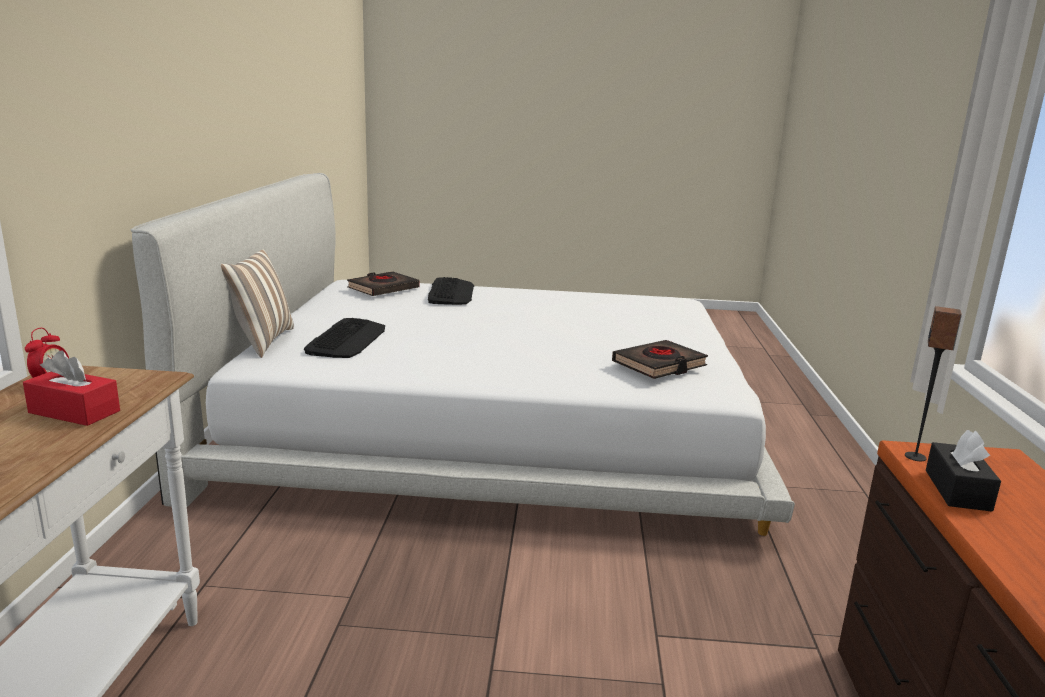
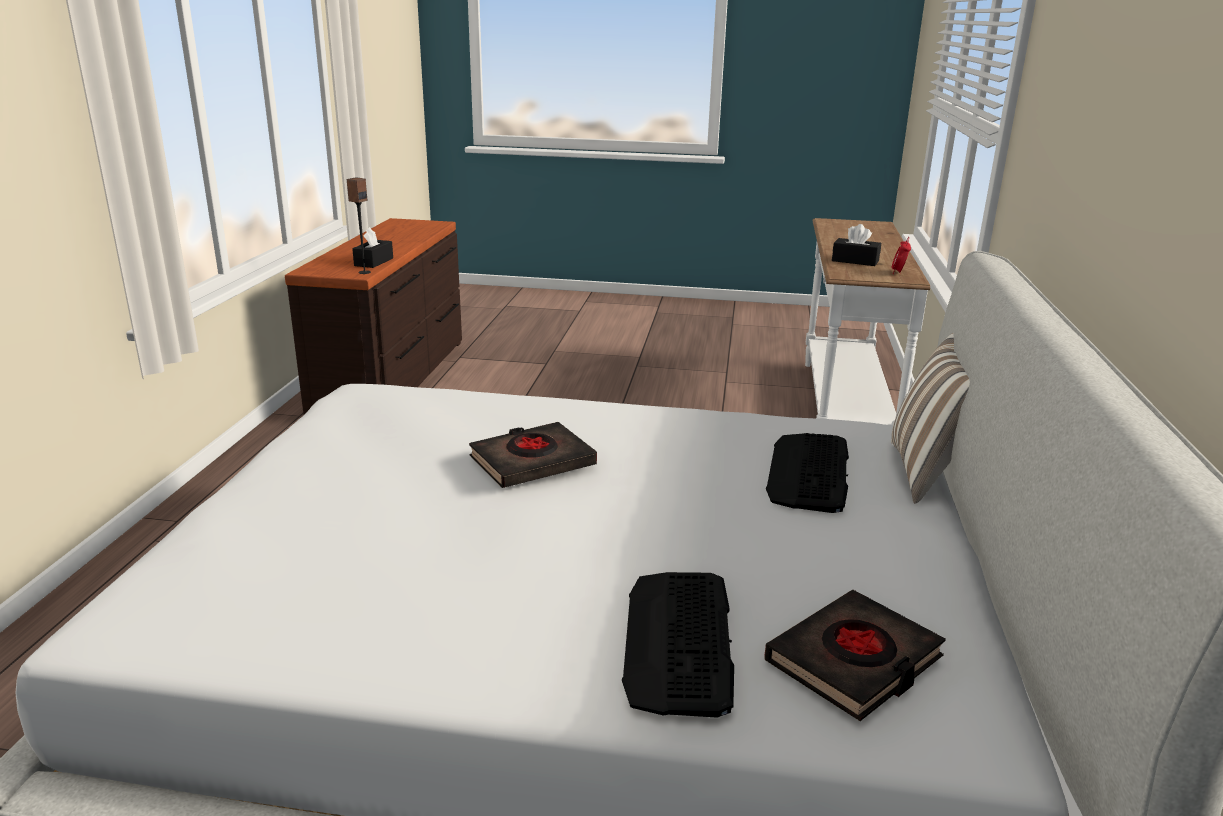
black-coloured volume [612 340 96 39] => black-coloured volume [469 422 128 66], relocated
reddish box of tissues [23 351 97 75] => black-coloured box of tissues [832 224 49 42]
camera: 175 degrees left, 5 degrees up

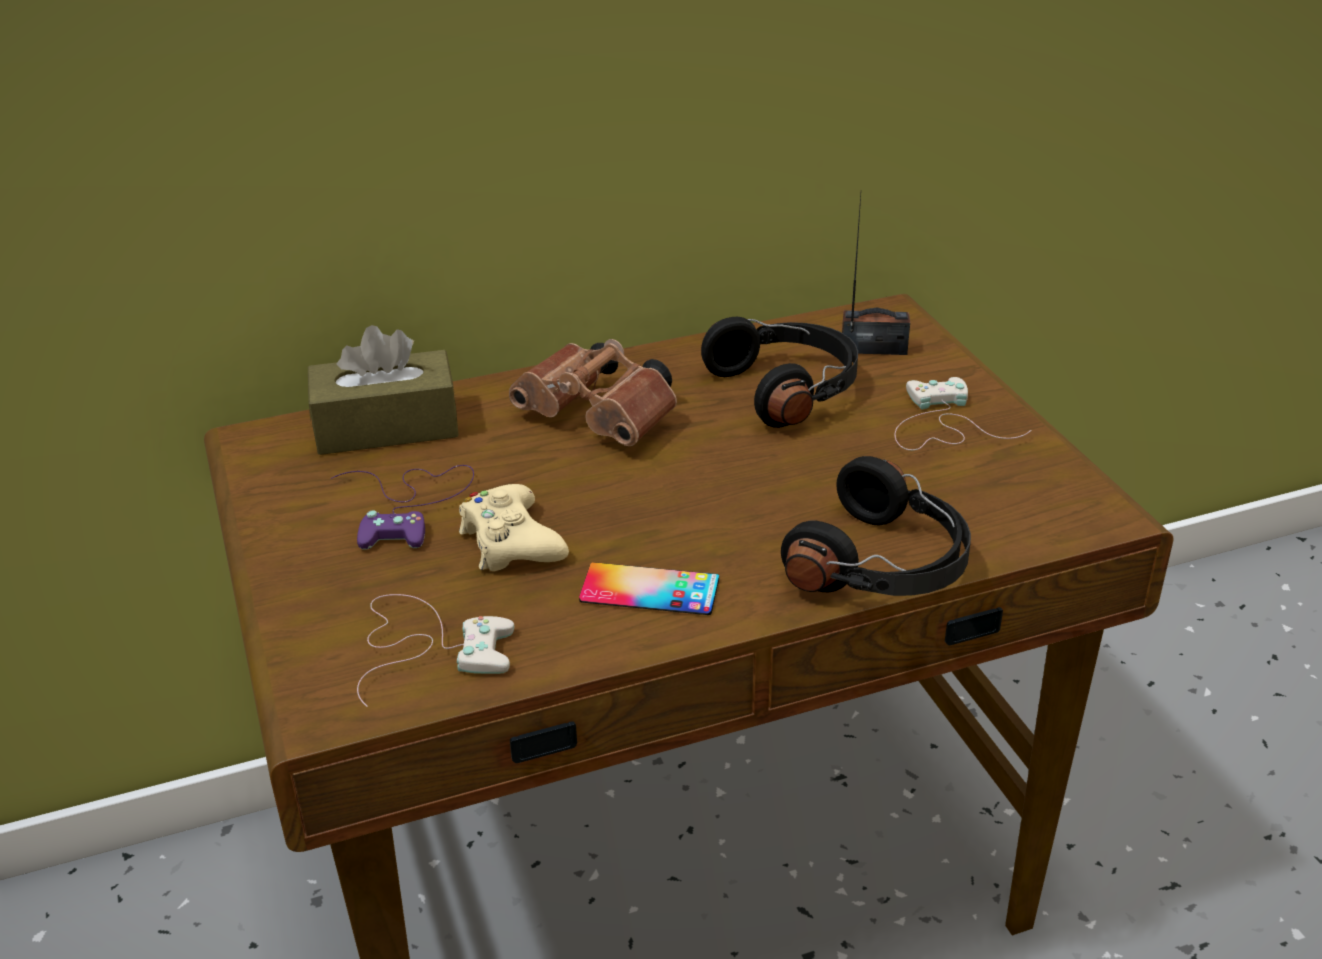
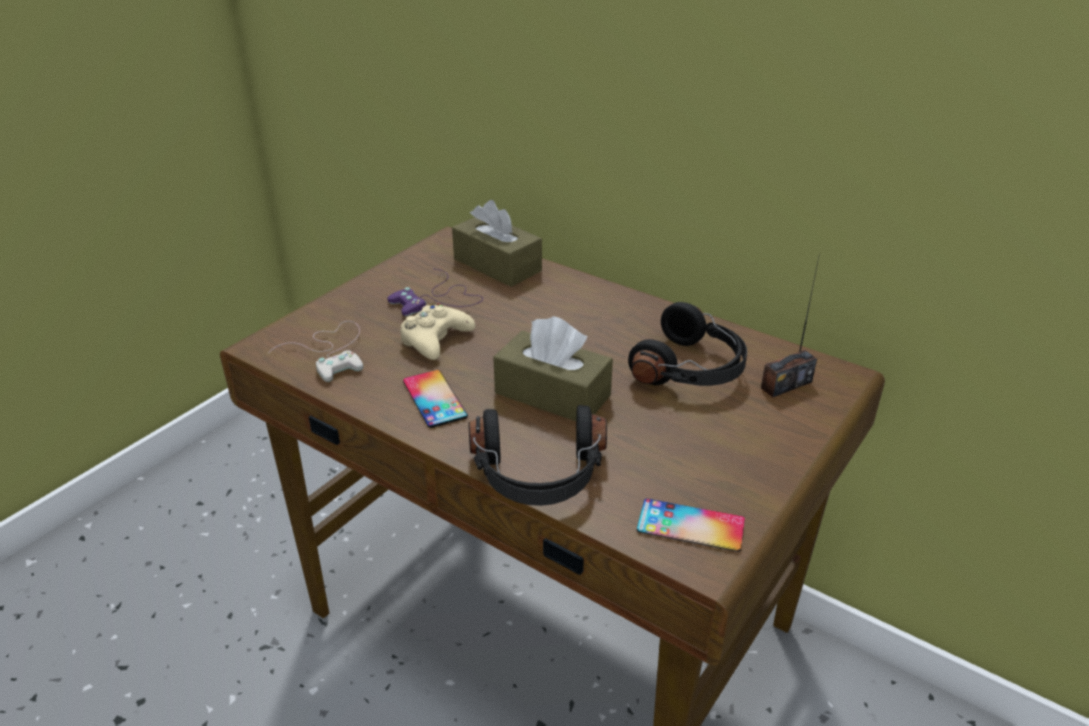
radio [842 194 68 161] => radio [761 253 59 144], 90 degrees clockwise
brown field glasses [509 339 168 107] => nothing
whitish game controller [894 377 138 73] => nothing
nothing => brown box of tissues [493 316 120 105]
nothing => handset [637 498 108 54]
camera: 55 degrees right, 0 degrees up

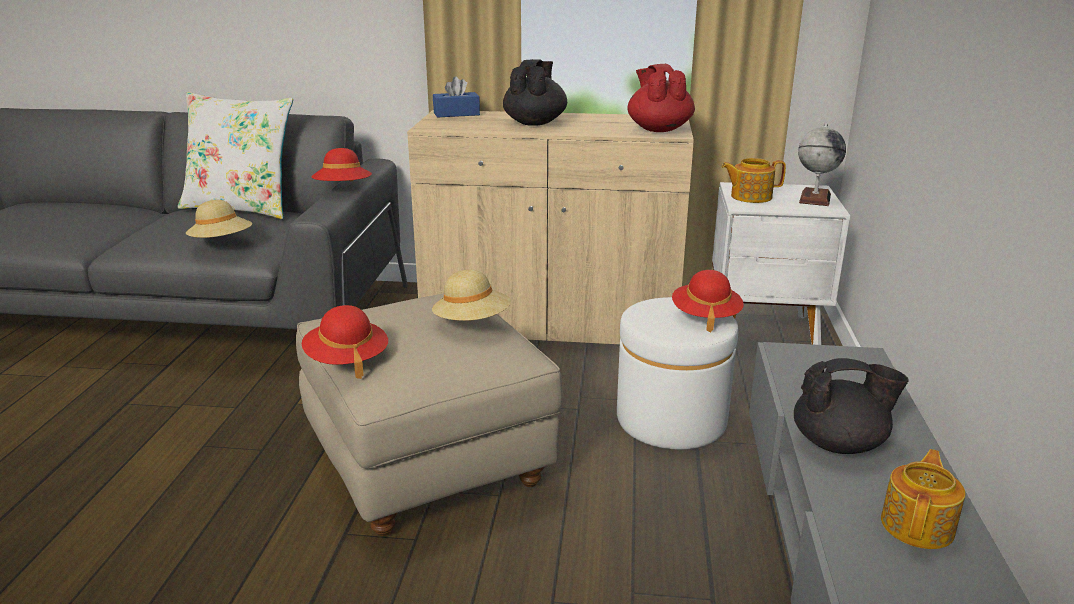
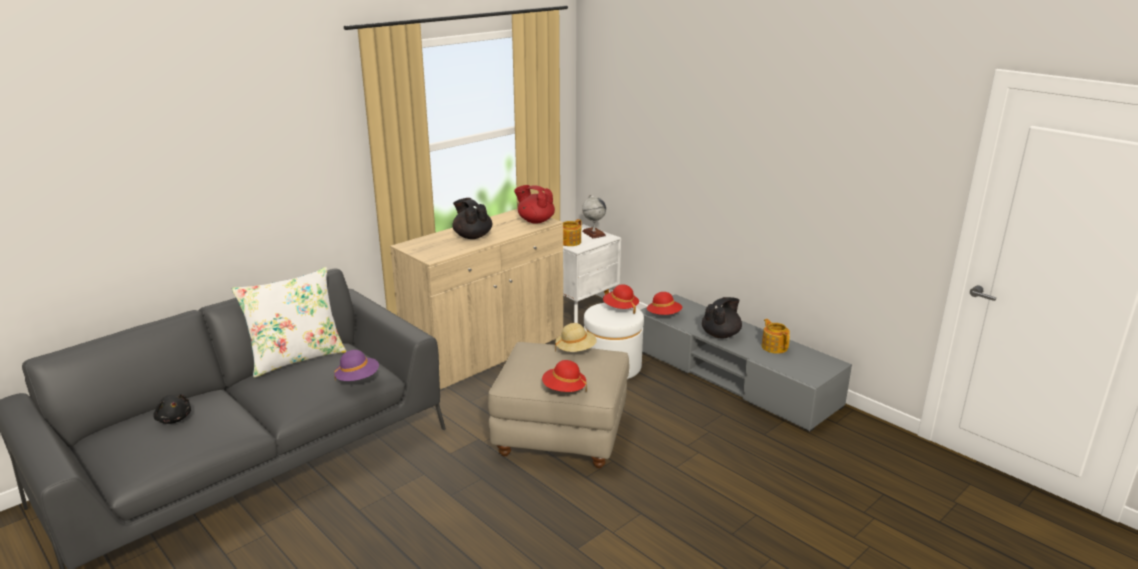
blue-coloured box of tissues [433 76 47 42] => nothing
reddish wearable hat [312 148 60 34] => reddish wearable hat [647 292 35 23], relocated
beige-coloured wearable hat [186 200 66 38] => purple-coloured wearable hat [334 350 45 31]
nothing => black-coloured soft toy [153 394 38 30]
camera: 50 degrees left, 0 degrees up

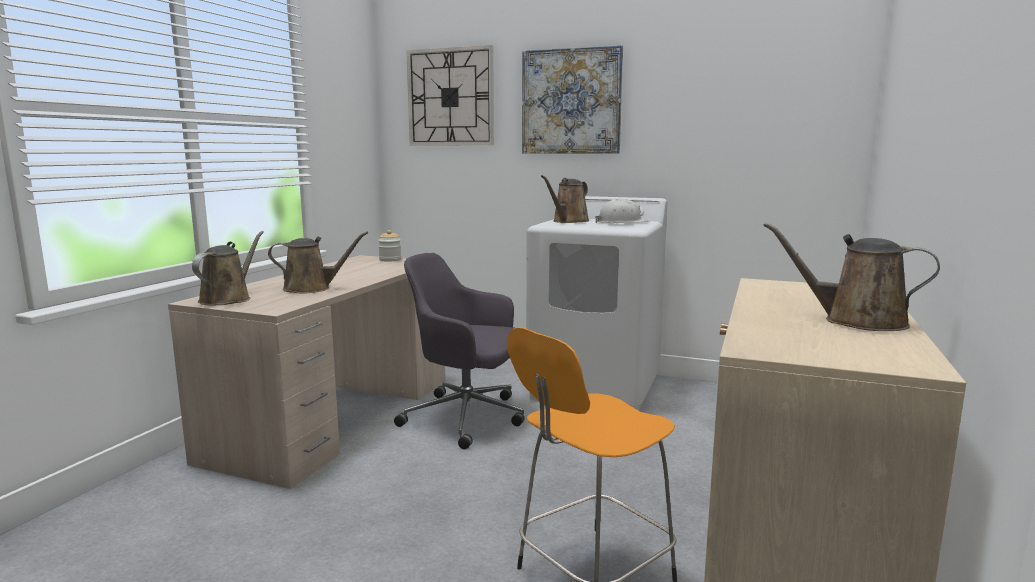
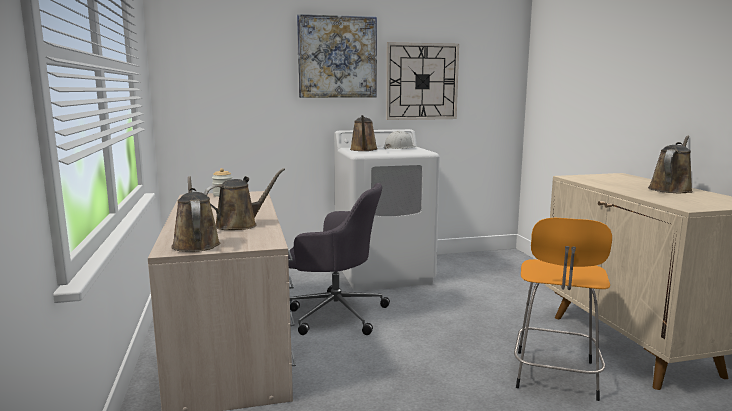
wall clock [406 45 88 101] => wall clock [386 42 73 78], relocated
brown sprinkling can [763 222 177 109] => brown sprinkling can [648 136 45 57], 135 degrees clockwise
gray computer chair [394 253 131 196] => gray computer chair [288 183 102 152], 150 degrees counterclockwise
camera: 35 degrees left, 0 degrees up

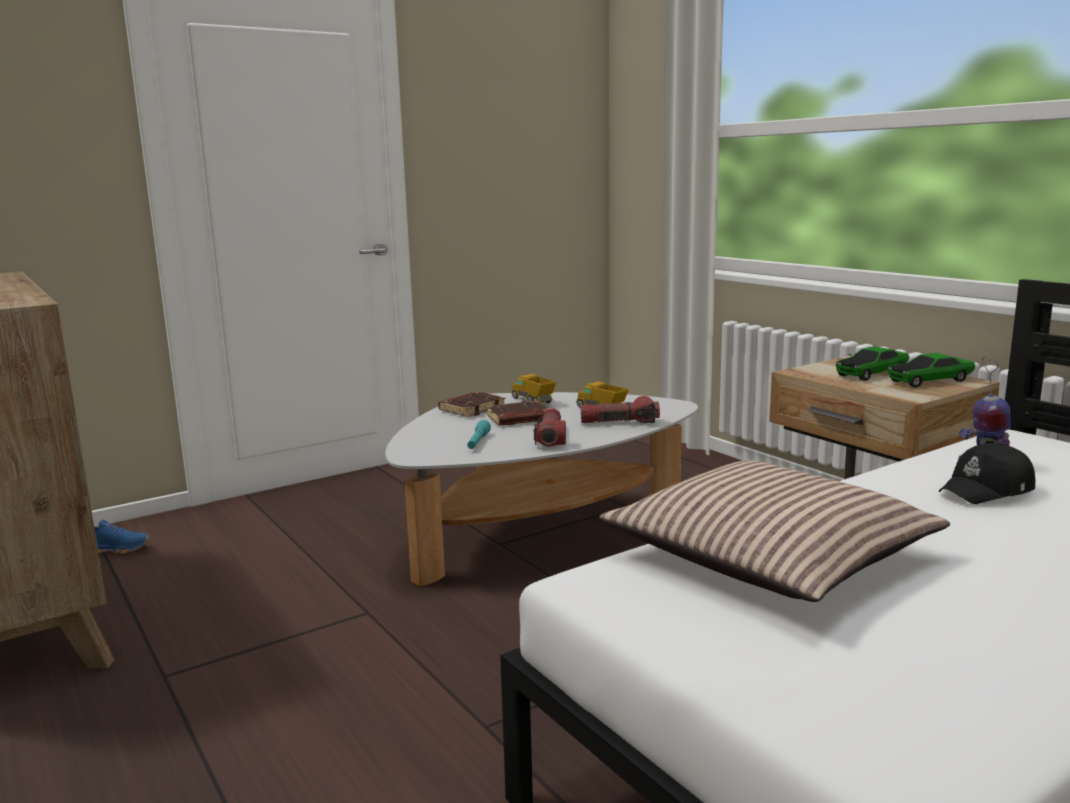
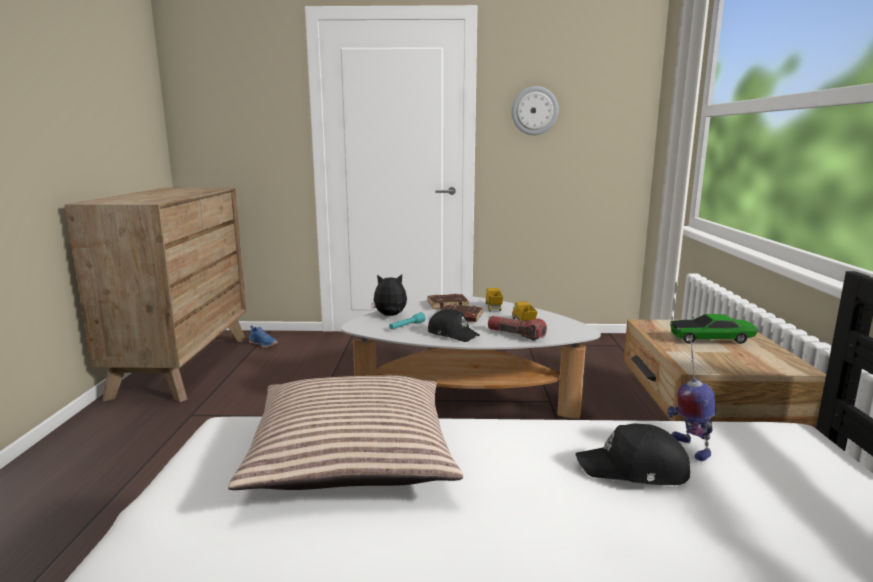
model car [887 353 88 35] => nothing
flashlight [534 408 32 39] => black-coloured baseball cap [428 309 52 33]
nothing => wall clock [512 86 47 49]
nothing => soft toy [371 274 36 42]
camera: 35 degrees right, 0 degrees up

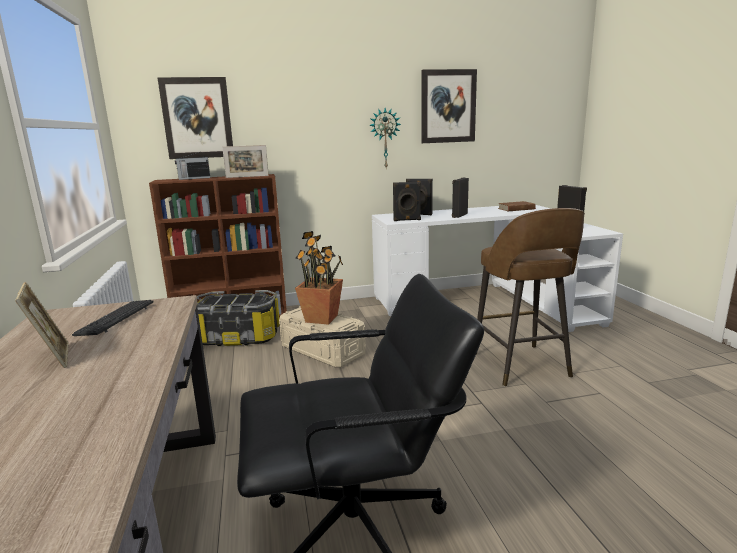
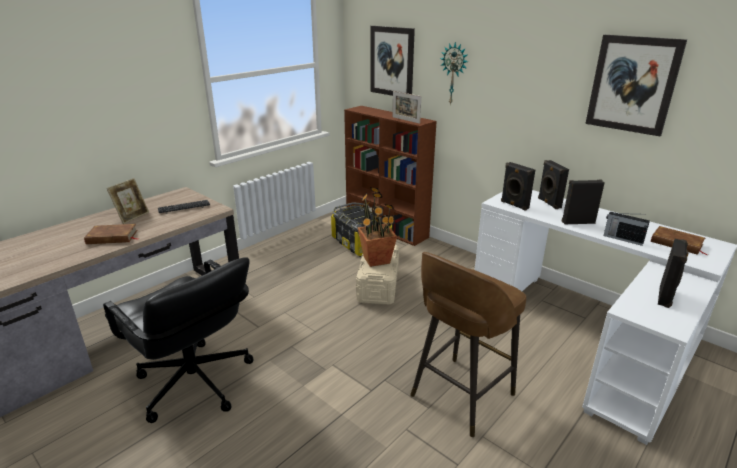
wall clock [369 108 32 60] => wall clock [440 42 28 63], relocated
radio [175 152 35 28] => radio [603 212 47 34], relocated
nothing => brown volume [84 224 55 20]
camera: 55 degrees right, 10 degrees up

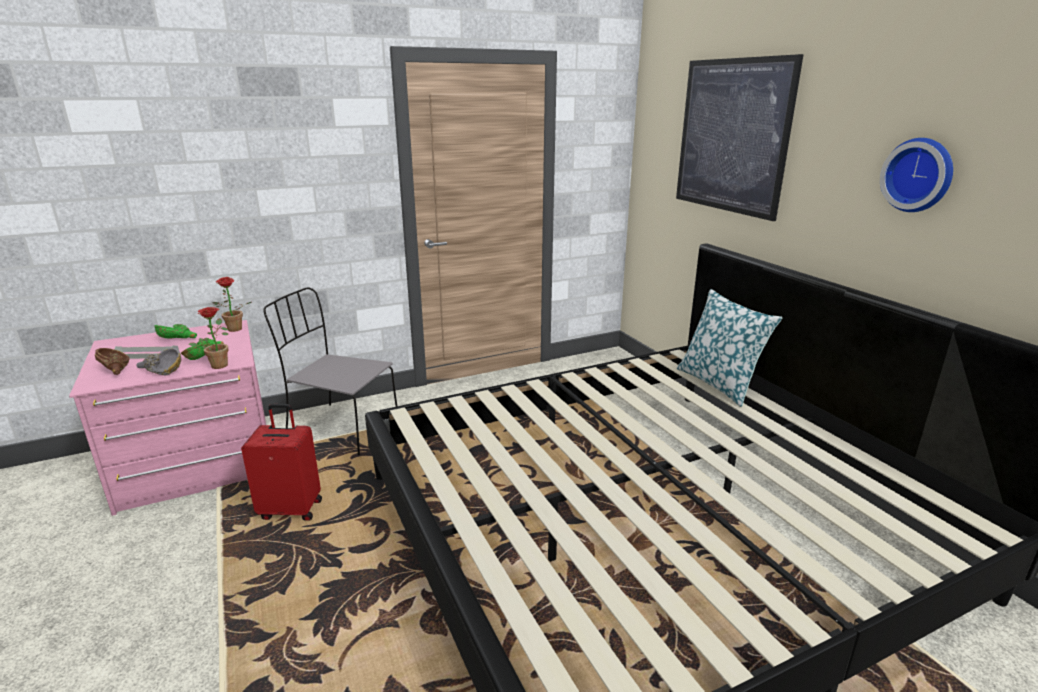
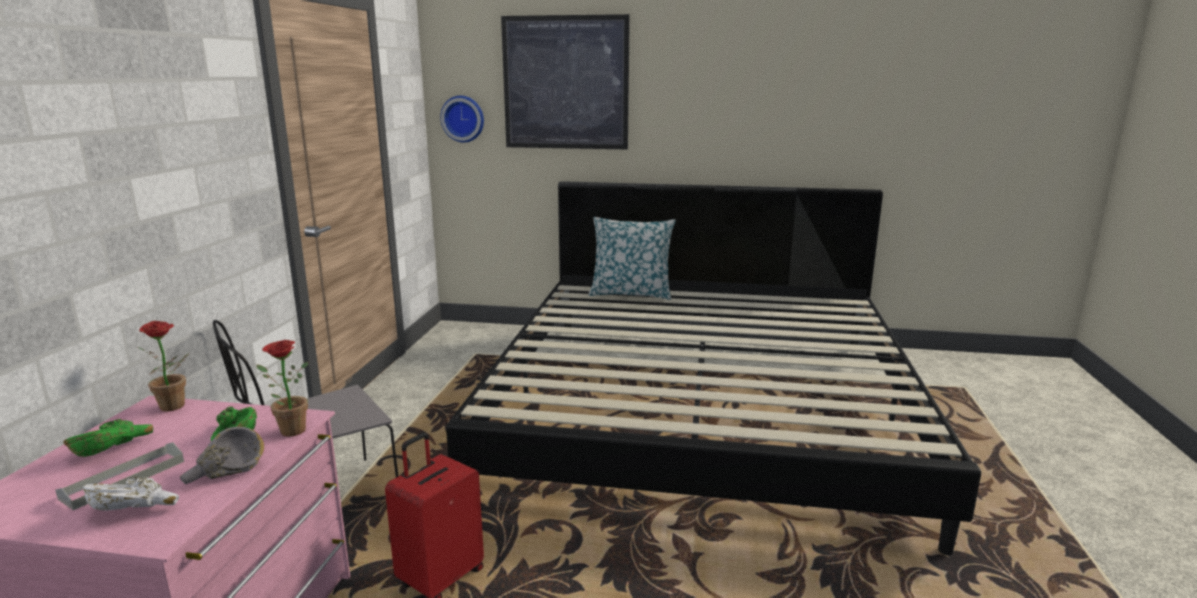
wall clock [880 138 73 74] => wall clock [440 96 44 46], relocated
brown serving bowl [95 348 35 27] => whitish serving bowl [83 477 96 34]
camera: 55 degrees left, 5 degrees down

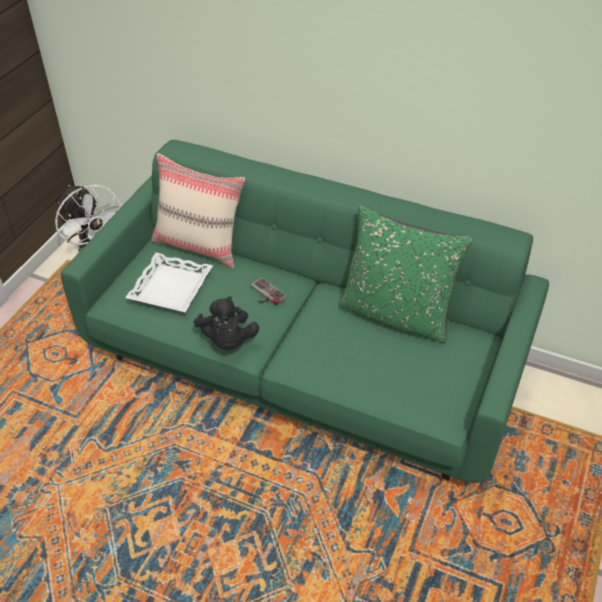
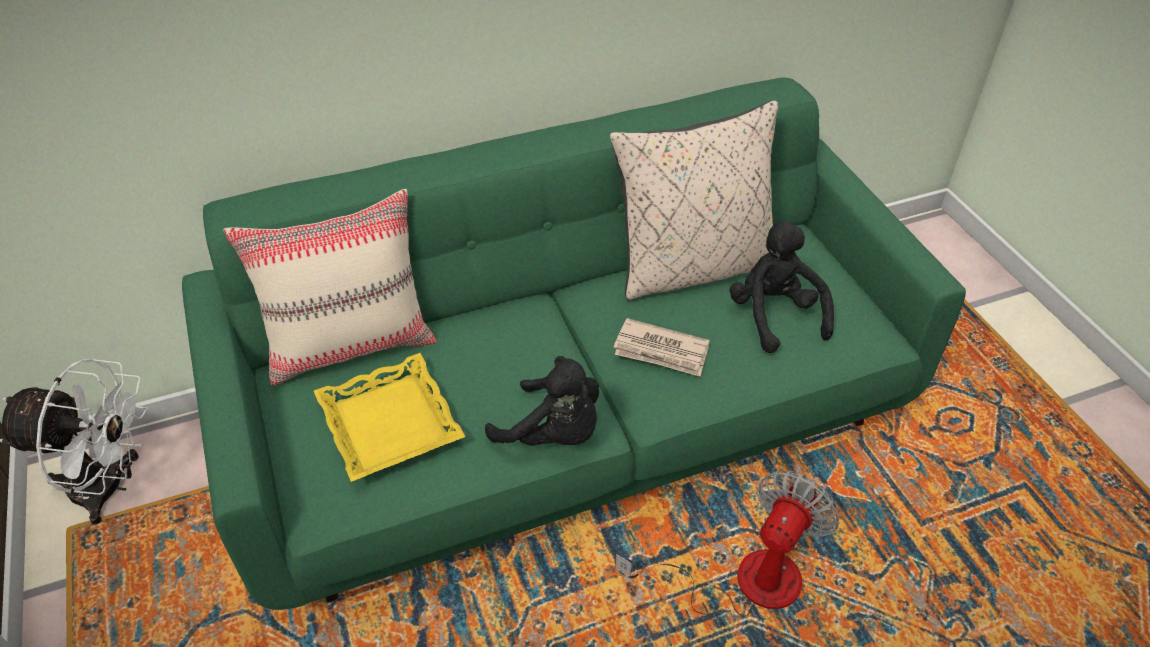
greenish throw pillow [339 204 134 139] => beige-coloured throw pillow [610 100 168 200]
whitish tray [125 253 88 59] => yellow tray [314 353 151 129]
game controller [251 278 36 27] => nothing
nothing => black-coloured soft toy [729 221 105 132]
nothing => newspaper [614 318 95 59]
nothing => fan [615 470 224 146]
camera: 45 degrees left, 0 degrees up

